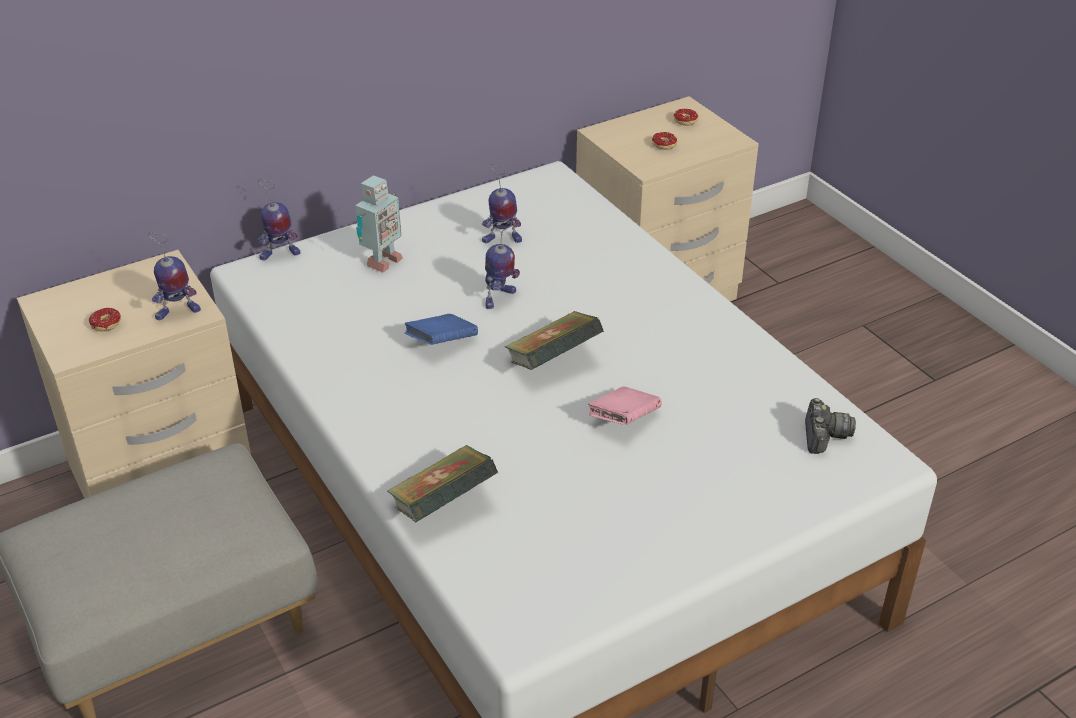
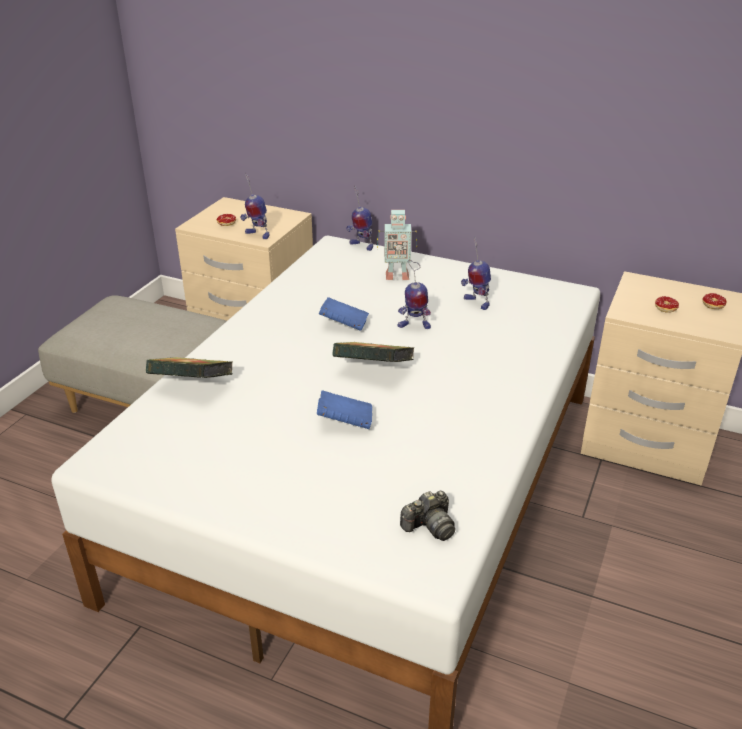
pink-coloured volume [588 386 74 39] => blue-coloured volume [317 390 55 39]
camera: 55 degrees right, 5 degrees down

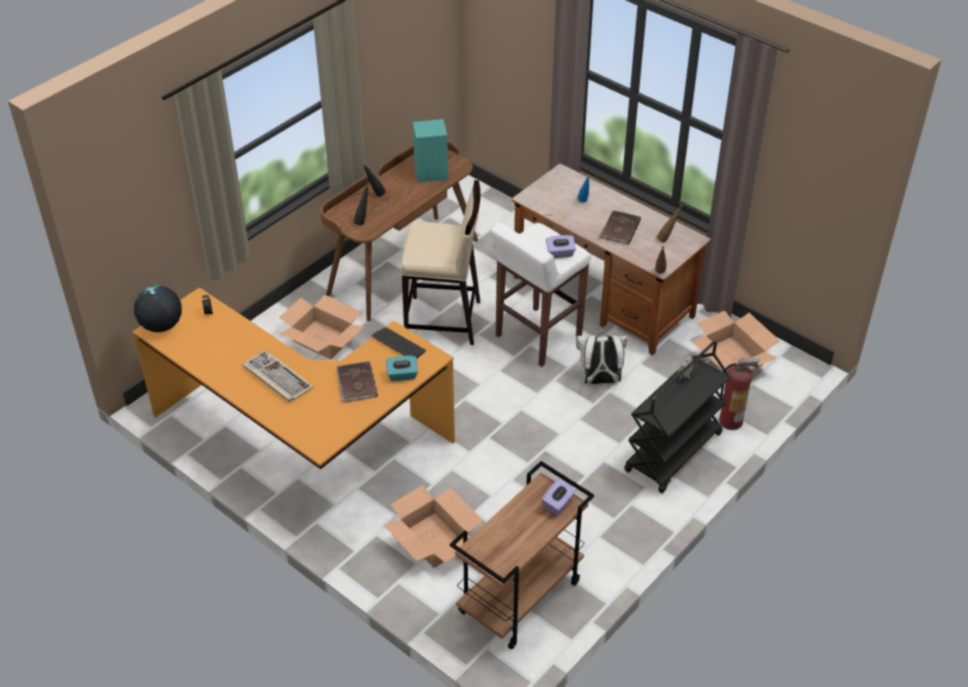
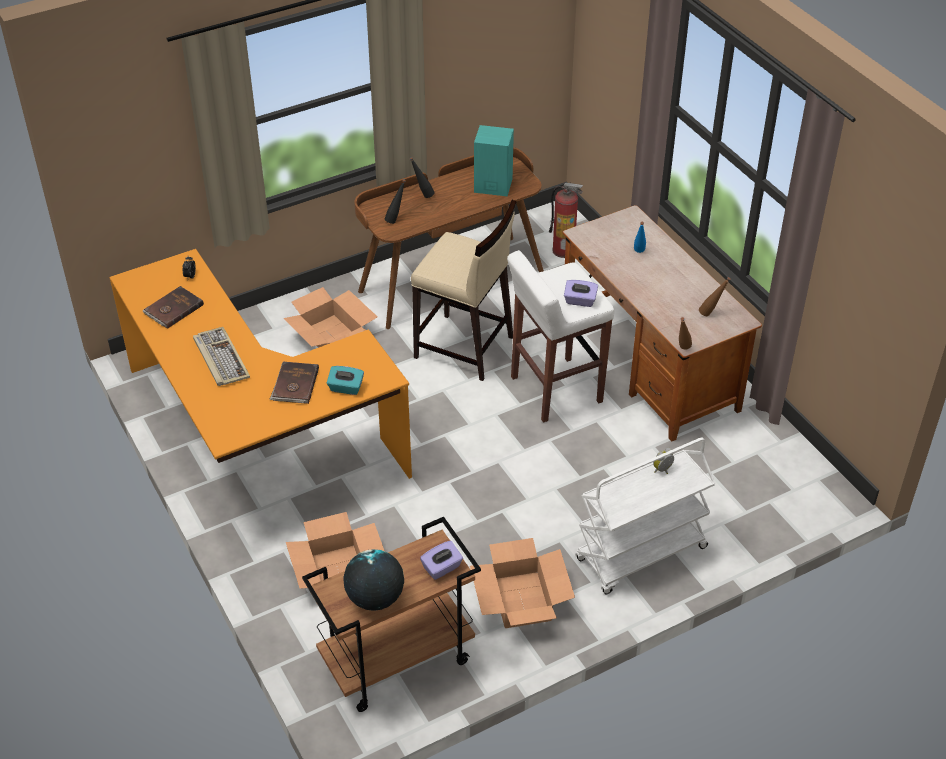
brown volume [598 210 43 35] => brown volume [142 286 62 43], relocated
globe [134 285 48 47] => globe [343 549 61 62], relocated
cardboard box [692 311 88 61] => cardboard box [470 538 105 90], relocated
PC keyboard [372 327 54 31] => nothing
whitish knapsack [576 333 51 51] => nothing
black-coloured trolley [624 341 107 153] => whitish trolley [576 438 140 157]
extinguisher [719 357 41 73] => extinguisher [549 182 34 76], relocated
camera: 20 degrees right, 0 degrees up

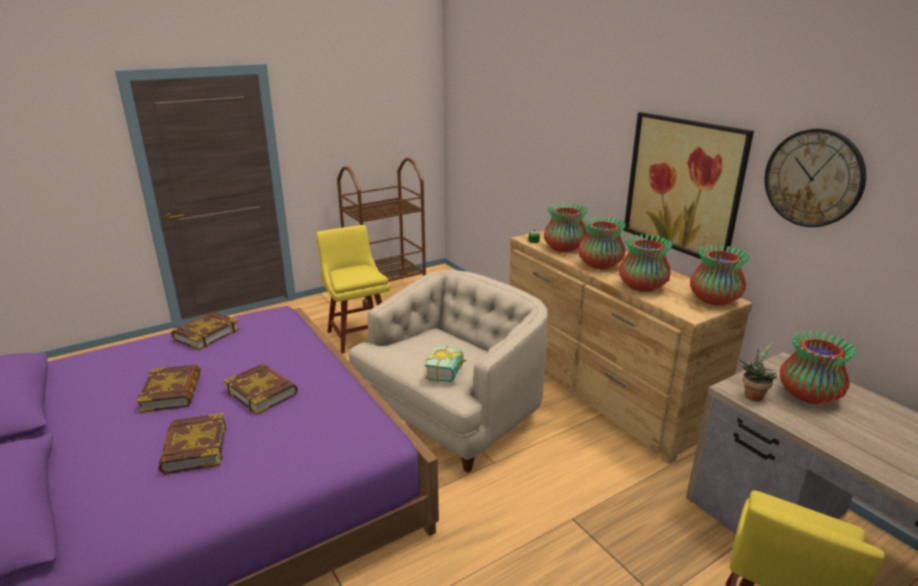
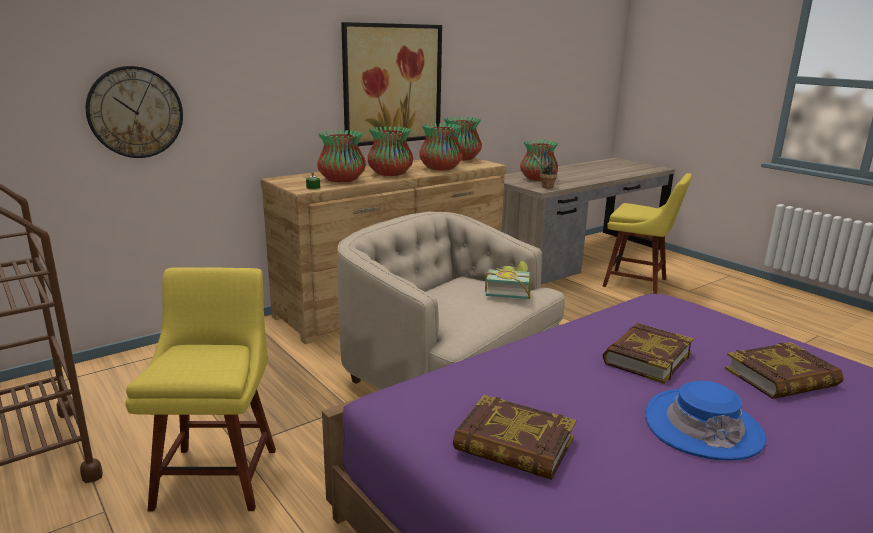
wall clock [765 129 101 98] => wall clock [86 66 97 92], relocated
yellow chair [316 225 74 129] => yellow chair [126 267 150 244], 120 degrees clockwise
volume [137 365 64 48] => blue-coloured wearable hat [645 381 122 80]
camera: 95 degrees left, 5 degrees down

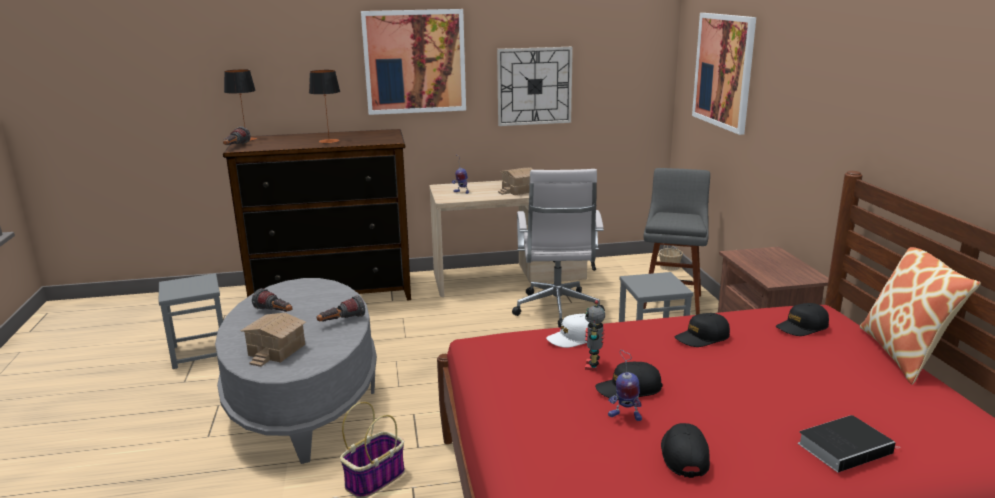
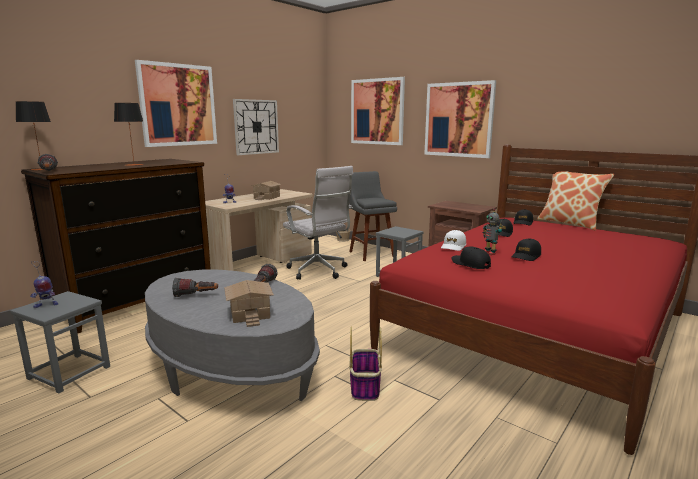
toy robot [608 350 34 71] => toy robot [30 261 28 47], relocated
volume [798 415 101 57] => nothing
black-coloured baseball cap [661 423 49 55] => black-coloured baseball cap [452 246 39 23], relocated
nothing => wall art [424 80 72 78]
camera: 40 degrees left, 5 degrees down

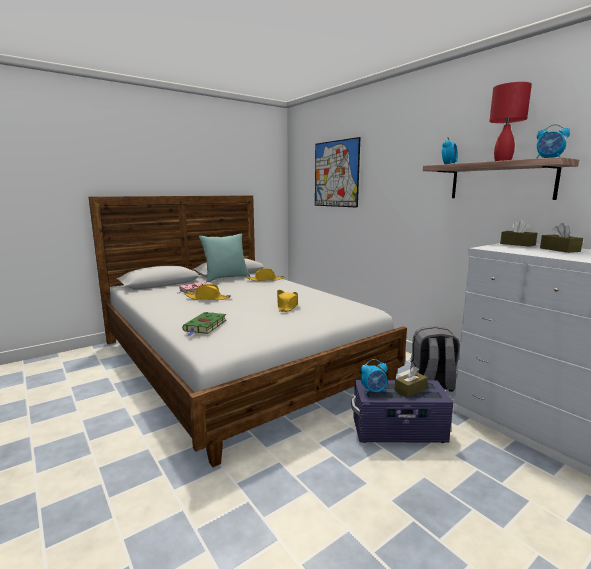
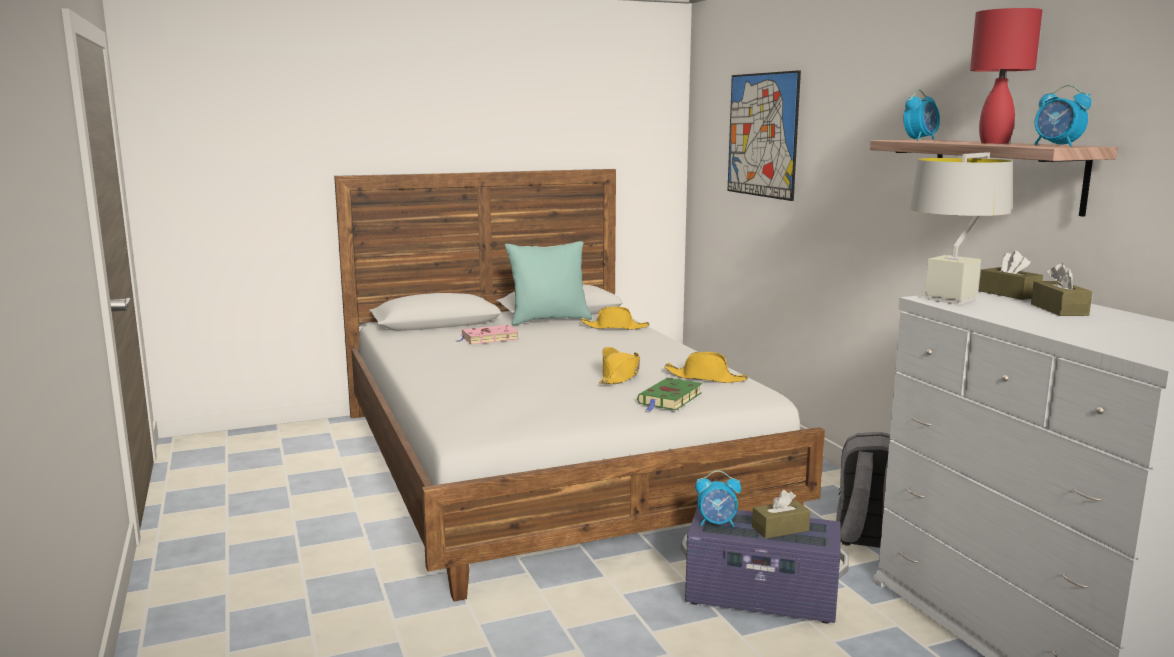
yellow wearable hat [185 284 46 16] => yellow wearable hat [664 352 84 31], relocated
greenish volume [182 312 44 24] => greenish volume [637 378 65 33], relocated
nothing => gray tabletop lamp [910 152 102 153]
camera: 15 degrees right, 0 degrees up

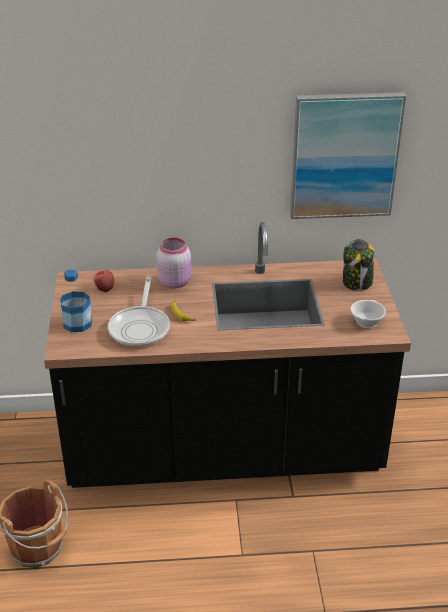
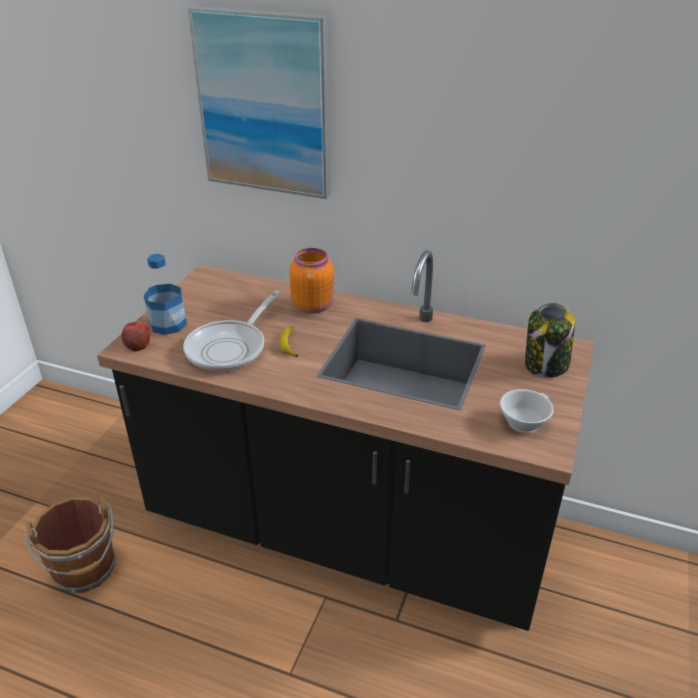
wall art [290 92 116 127] => wall art [187 5 144 194], relocated
pink-coloured preserve jar [156 238 35 51] => orange-coloured preserve jar [290 248 44 66]
apple [94 270 20 22] => apple [121 321 29 31], relocated
camera: 25 degrees right, 0 degrees up

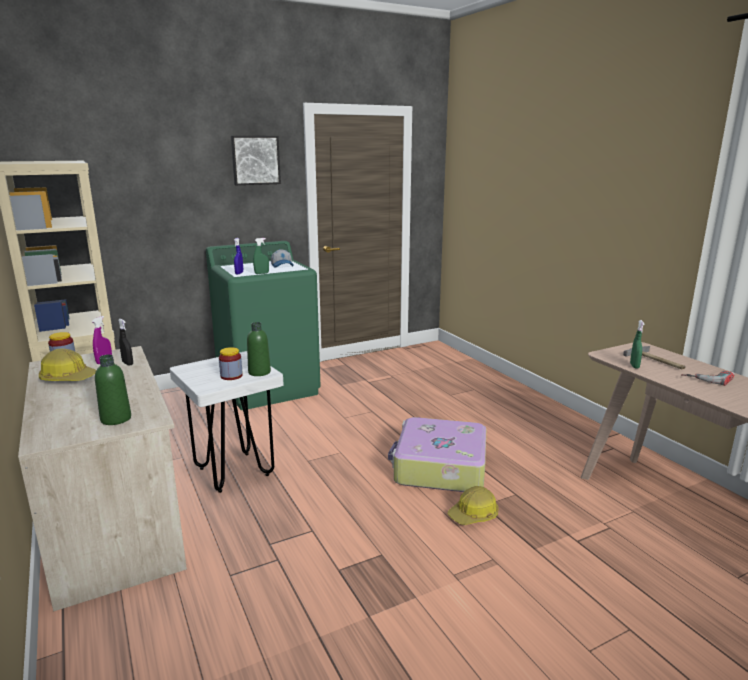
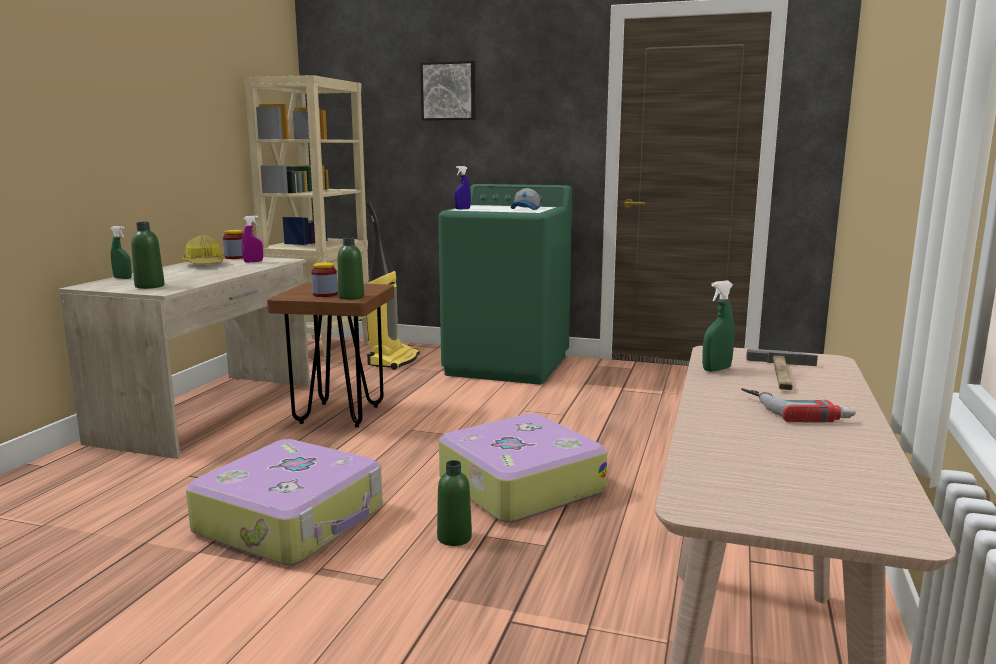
wall art [231 136 50 49] => wall art [420 61 55 60], relocated
greenish spray bottle [253 238 16 36] => greenish spray bottle [111 226 21 53], relocated
black-coloured spray bottle [118 319 15 47] => nothing
whitish sitting stool [170 351 114 142] => brown sitting stool [267 282 127 145]
work helmet [448 486 51 39] => greenish beverage bottle [437 460 35 86]
nothing => vacuum cleaner [366 202 54 168]
nothing => suitcase [186 439 197 126]
camera: 45 degrees right, 5 degrees down

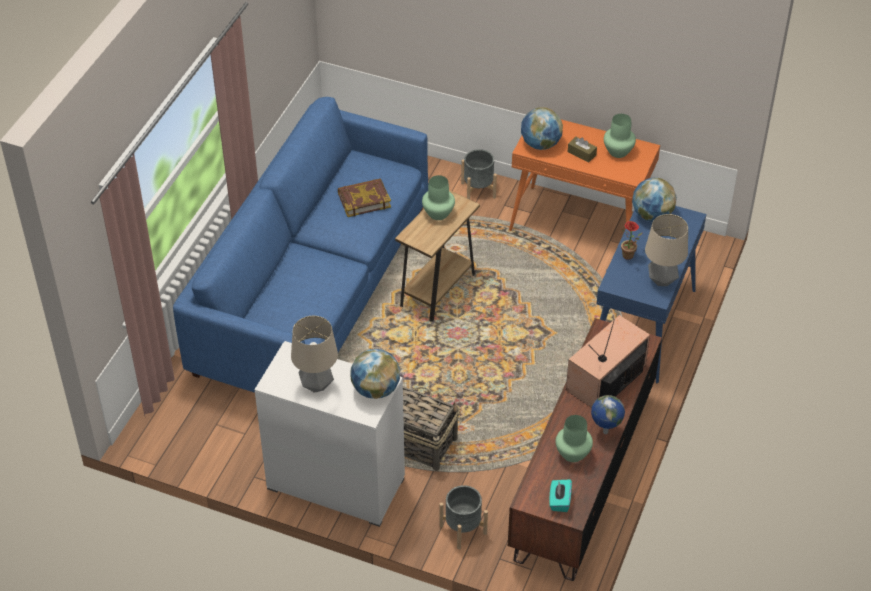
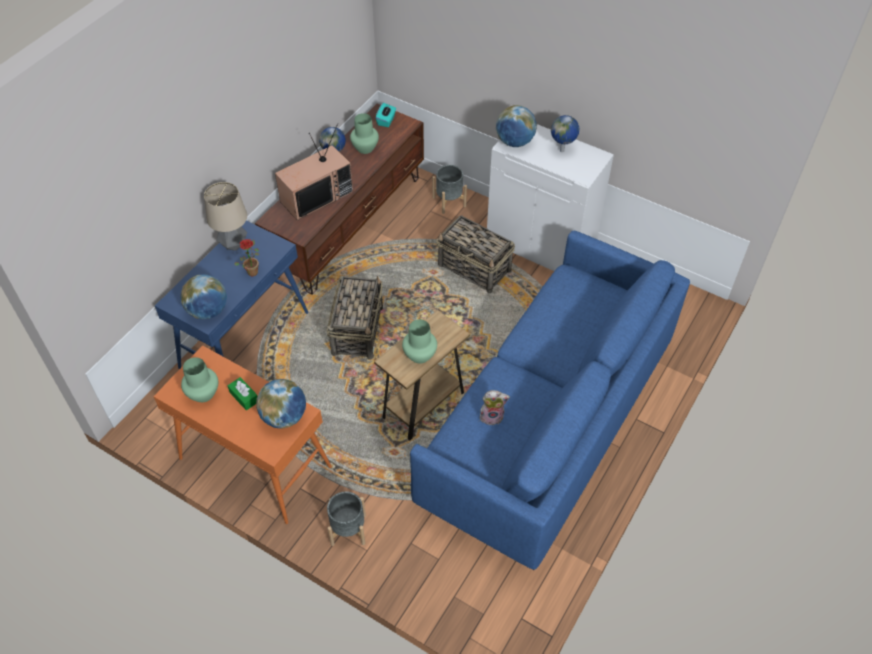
brown box of tissues [568 137 29 25] => greenish box of tissues [228 377 30 33]
volume [338 178 53 39] => soft toy [480 390 30 36]
tabletop lamp [291 316 47 77] => globe [551 115 28 37]
nothing => household basket [327 276 56 83]
camera: 170 degrees left, 5 degrees up

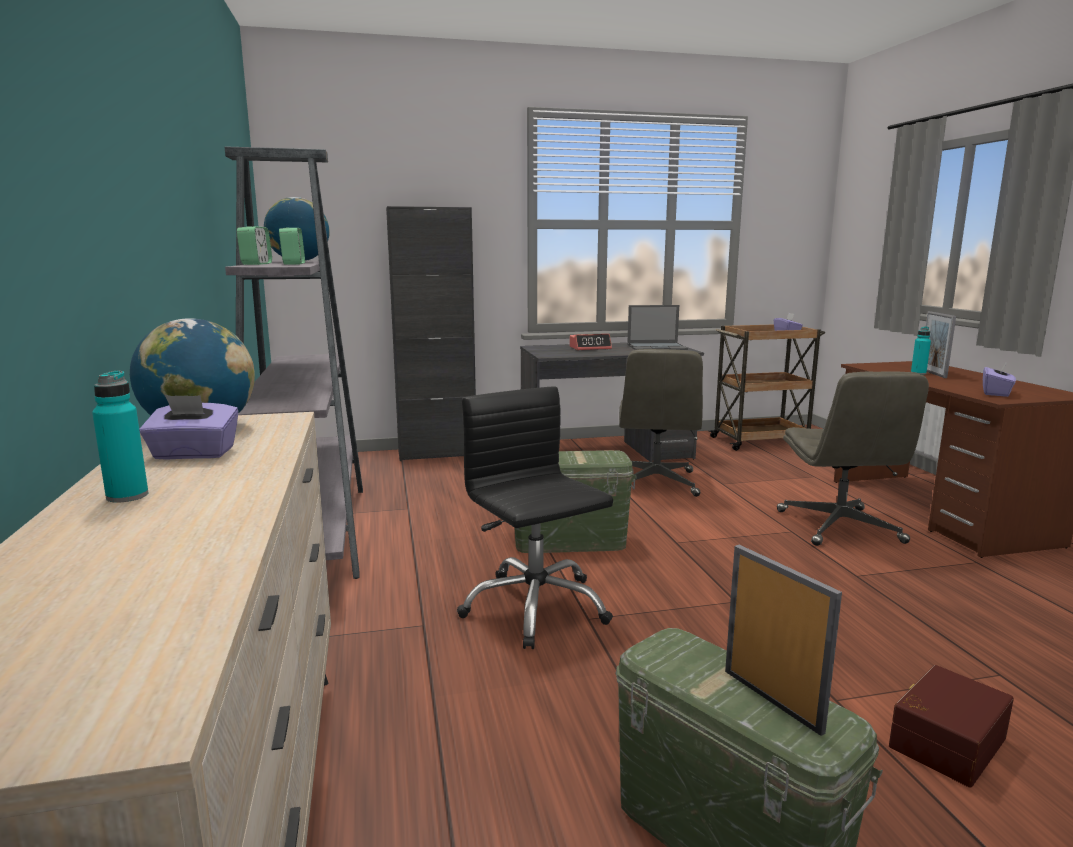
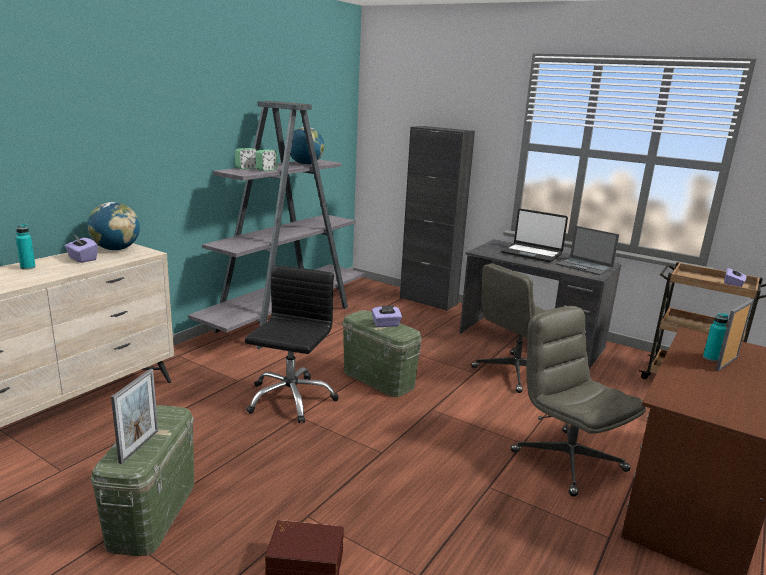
table clock [569 334 43 16] => notebook computer [501 209 67 53]
purple-coloured box of tissues [983 361 33 36] => purple-coloured box of tissues [372 306 30 21], relocated
gray computer chair [777 372 152 174] => gray computer chair [511 306 135 190], 105 degrees clockwise
camera: 45 degrees right, 5 degrees up

